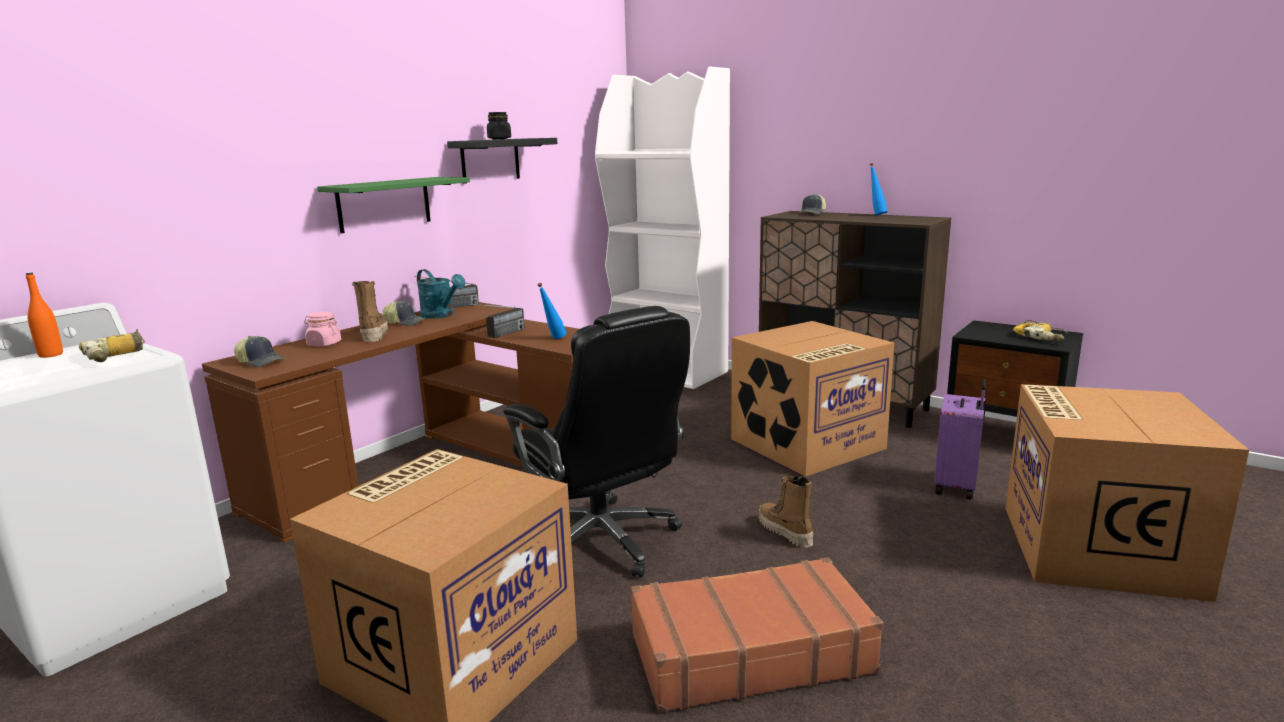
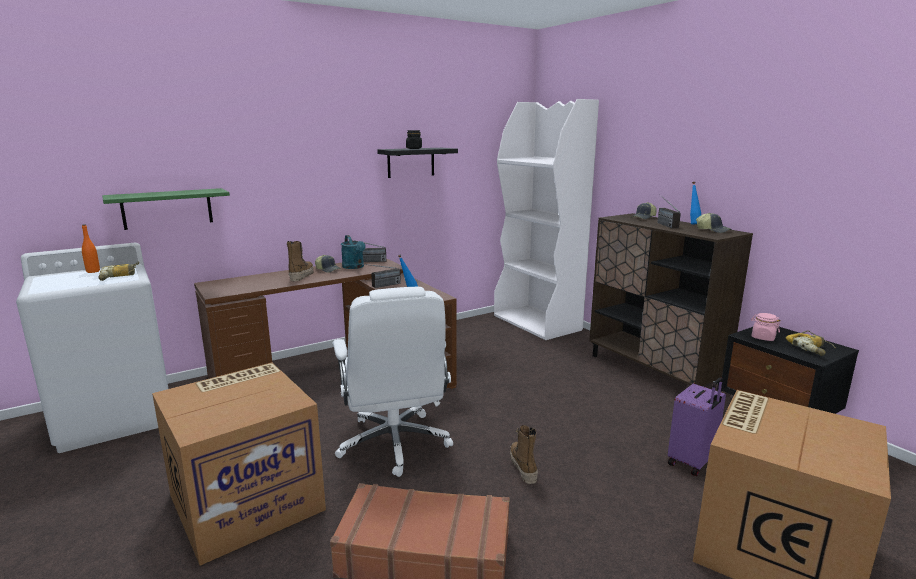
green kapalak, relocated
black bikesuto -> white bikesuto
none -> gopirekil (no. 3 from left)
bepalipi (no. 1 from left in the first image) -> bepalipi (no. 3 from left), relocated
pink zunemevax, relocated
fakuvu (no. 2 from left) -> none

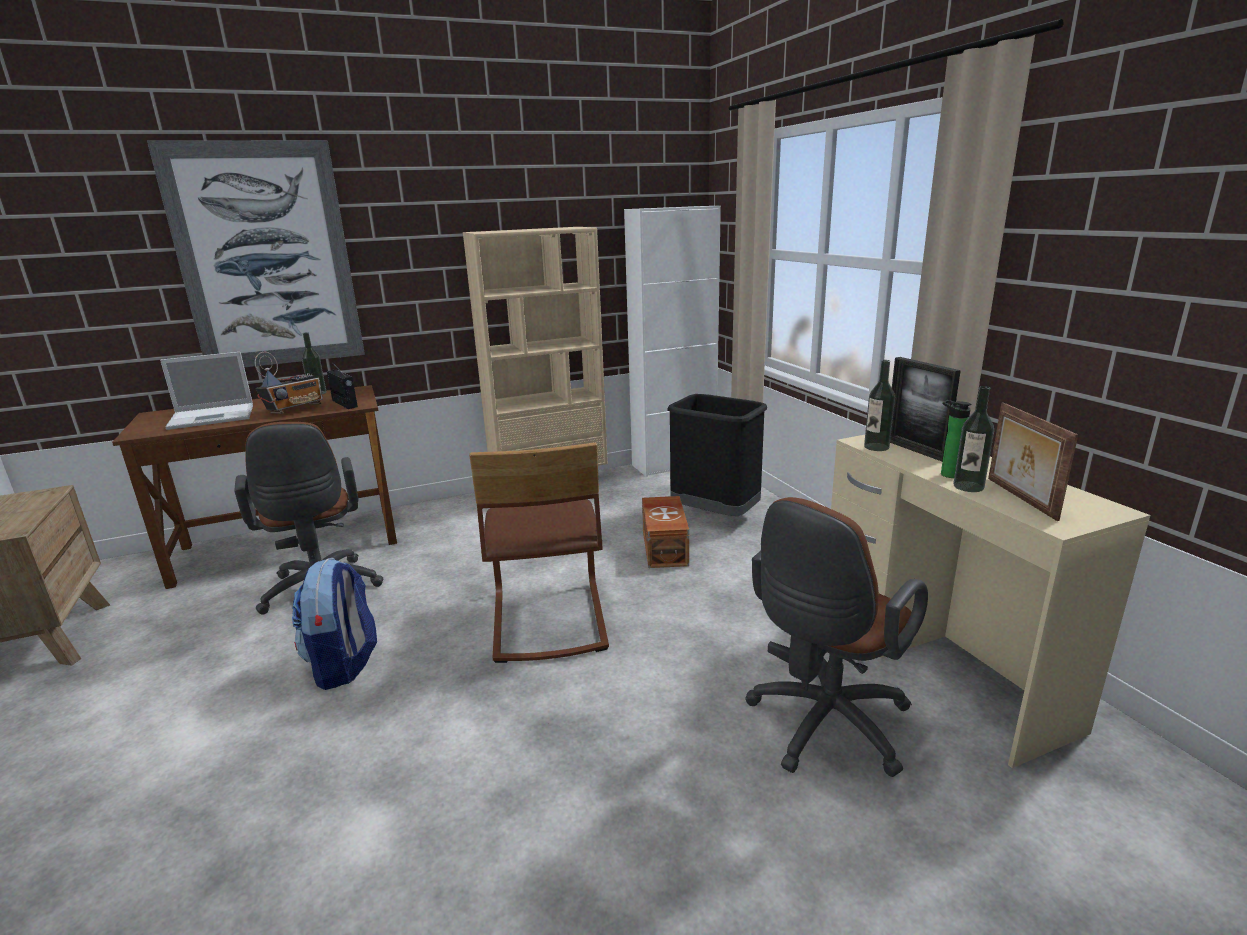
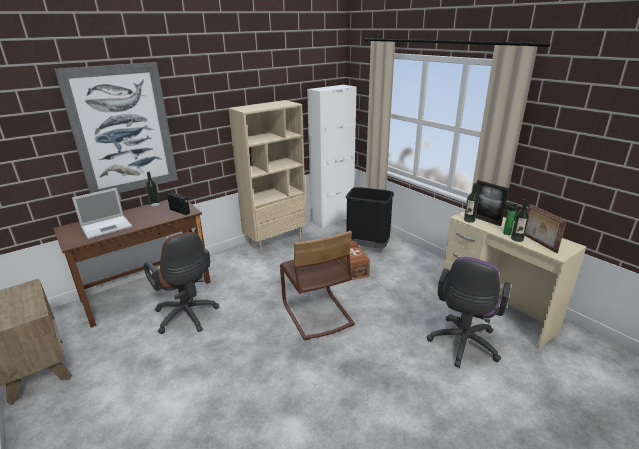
brown bikesuto (no. 2 from left) -> purple bikesuto
gopirekil (no. 1 from left) -> none
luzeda -> none

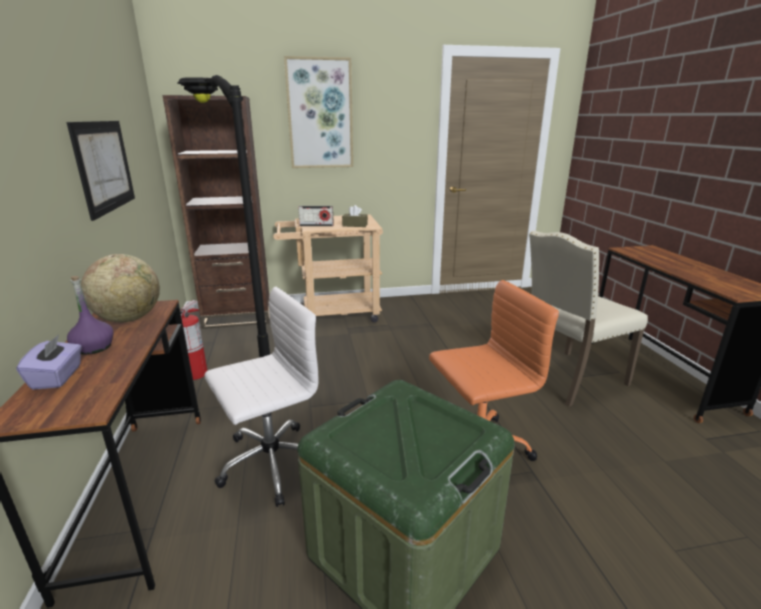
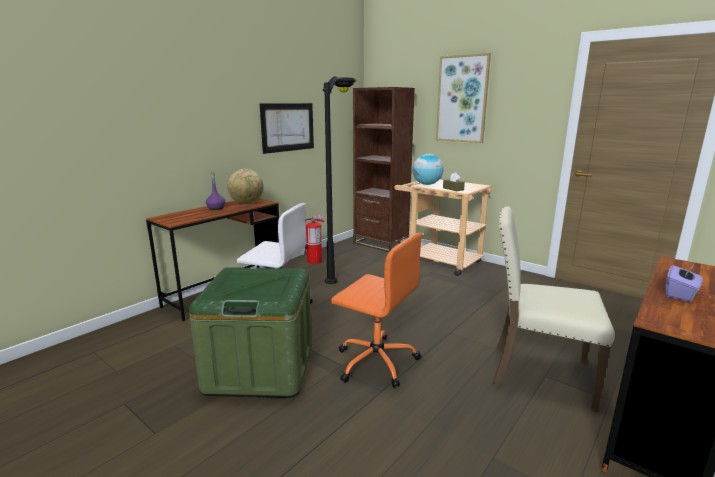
gopirekil -> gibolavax (no. 2 from left)
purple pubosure, relocated

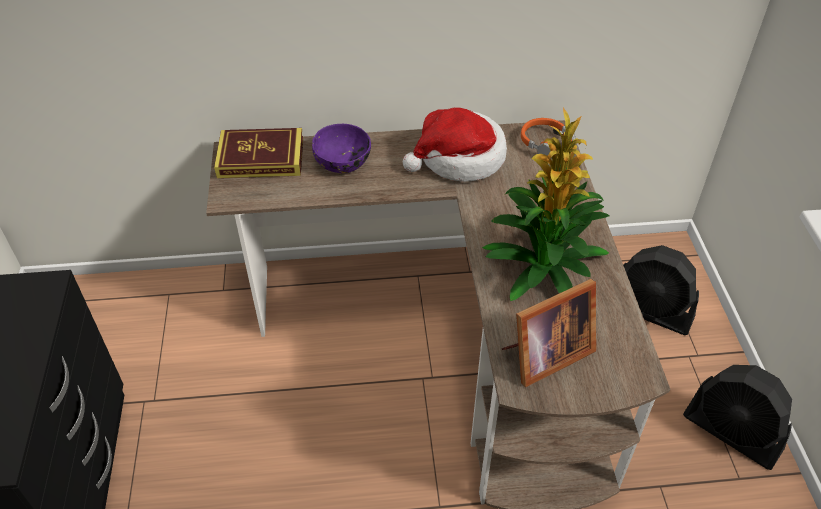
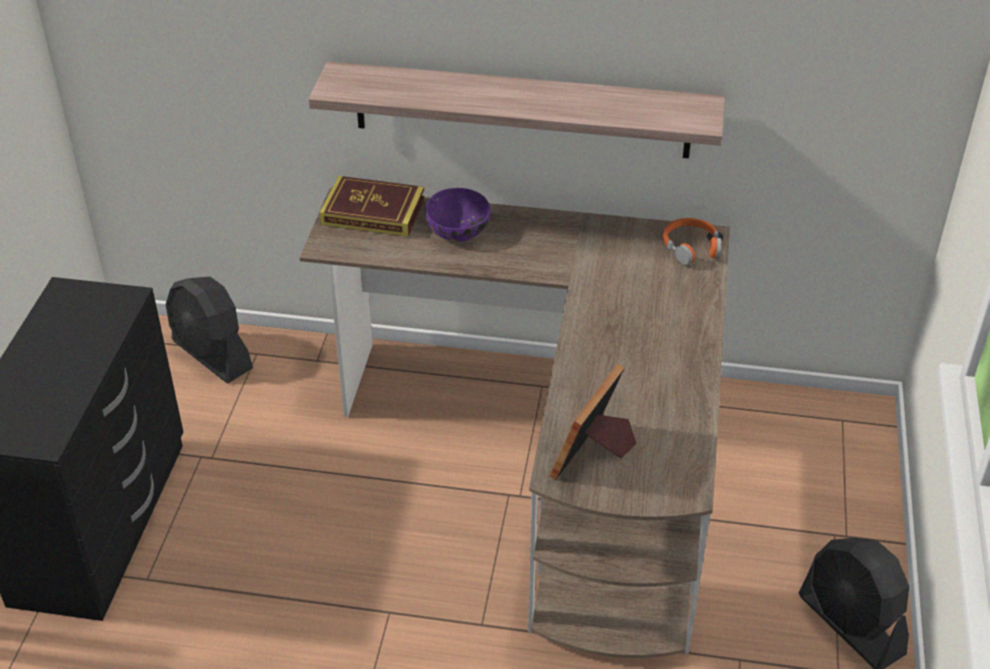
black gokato (no. 1 from left), relocated
none -> kapalak
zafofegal, 135 degrees clockwise
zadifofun -> none
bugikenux -> none

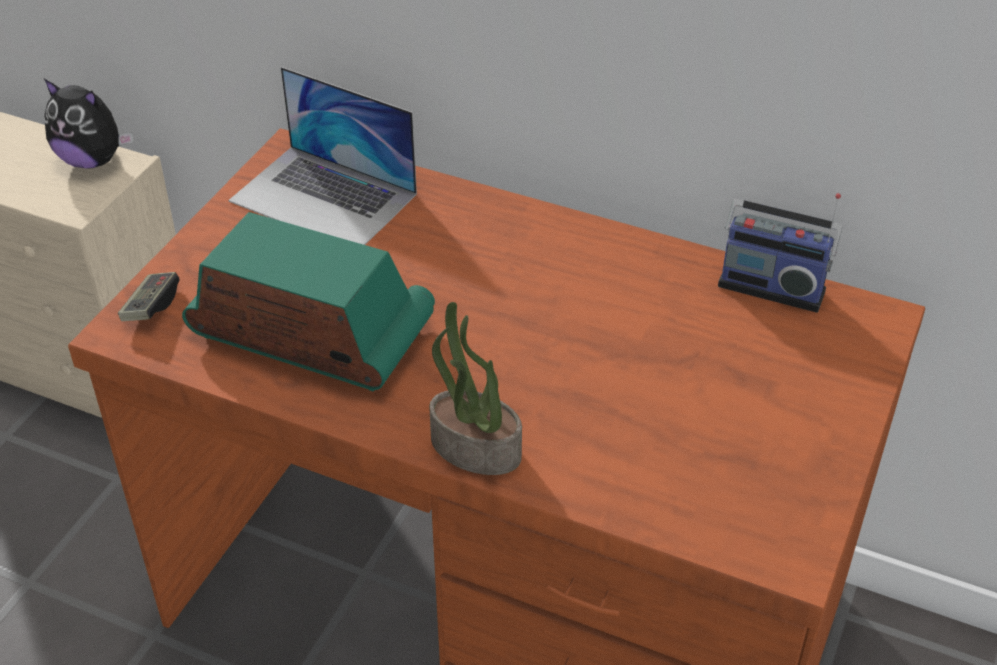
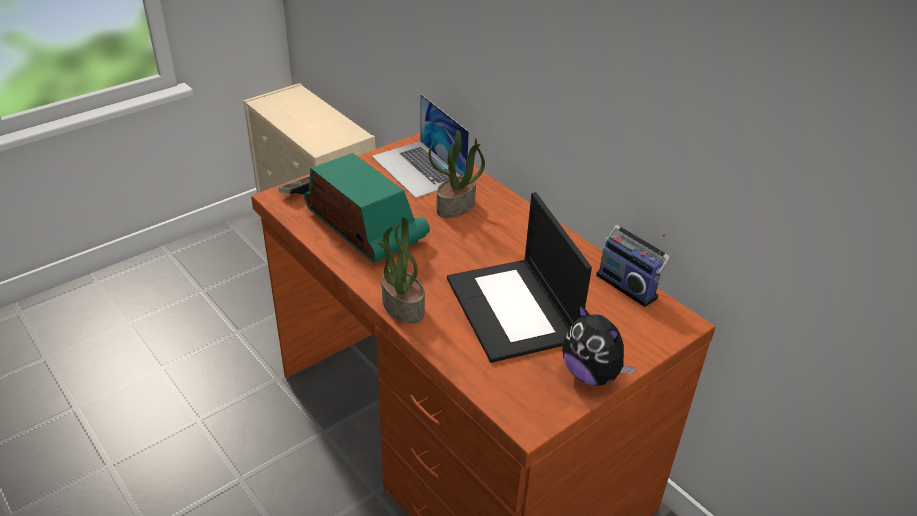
none -> bugikenux (no. 2 from left)
none -> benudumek (no. 2 from left)
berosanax, relocated

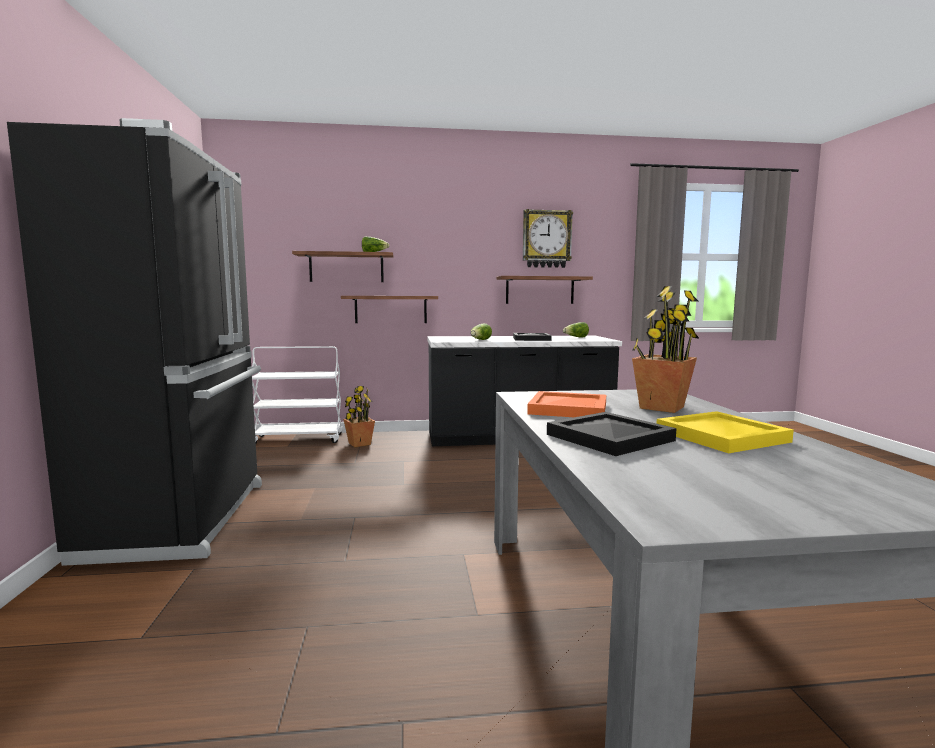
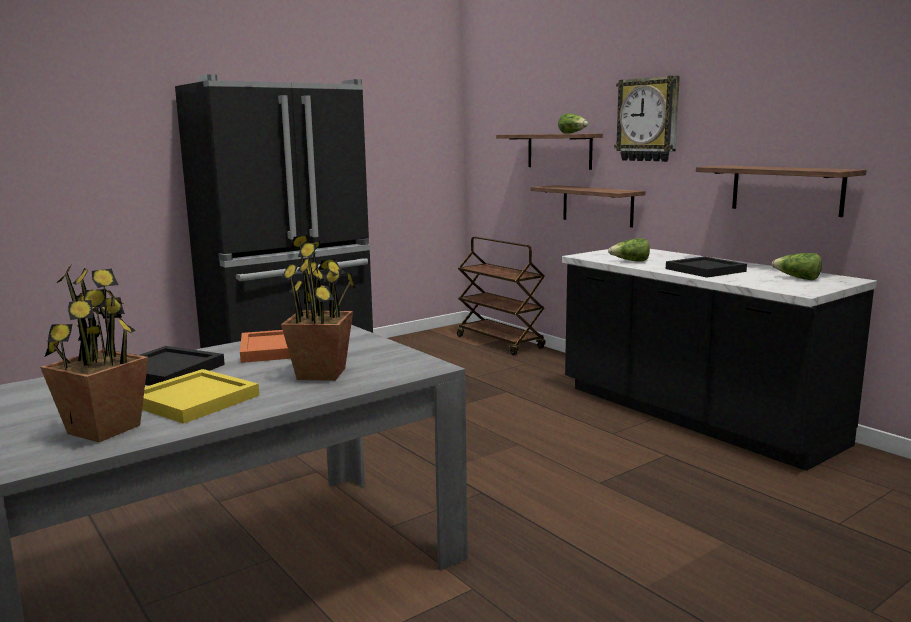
bugikenux (no. 1 from left), relocated
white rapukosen -> brown rapukosen
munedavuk, relocated

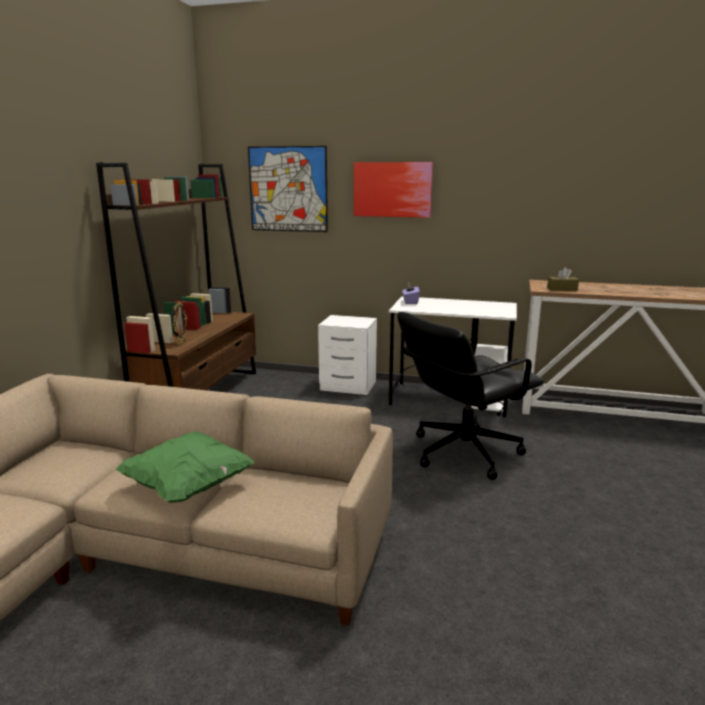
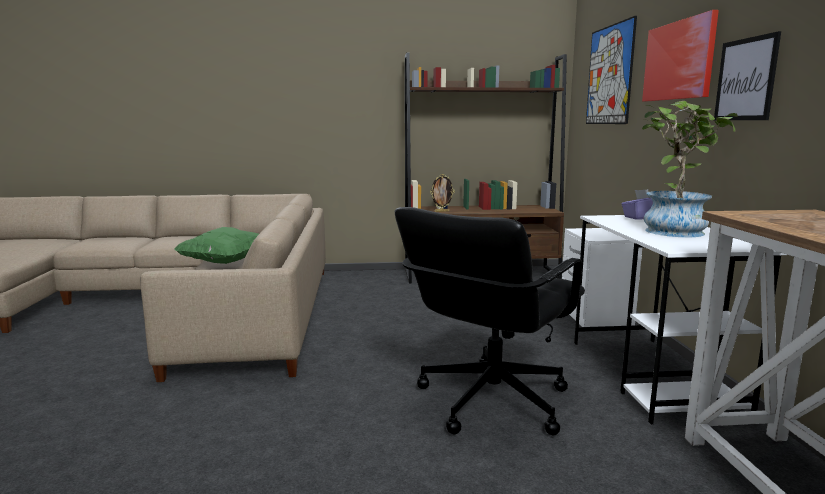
black bikesuto, 90 degrees counterclockwise
none -> bugikenux
none -> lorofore (no. 3 from left)
brown pubosure -> none

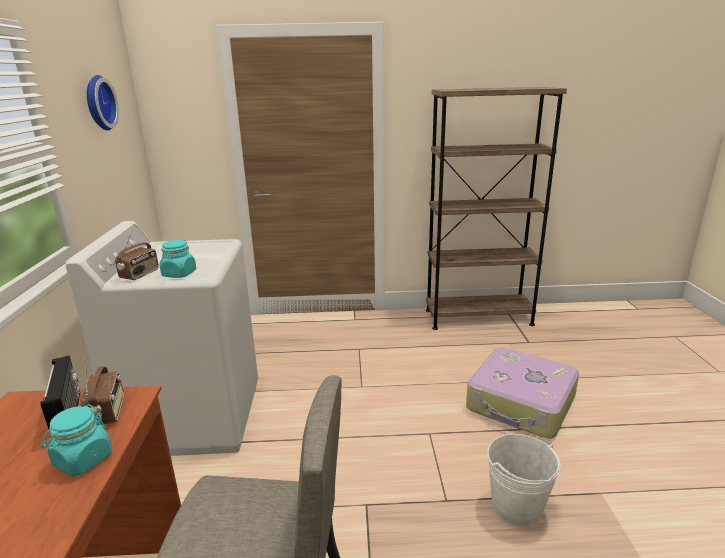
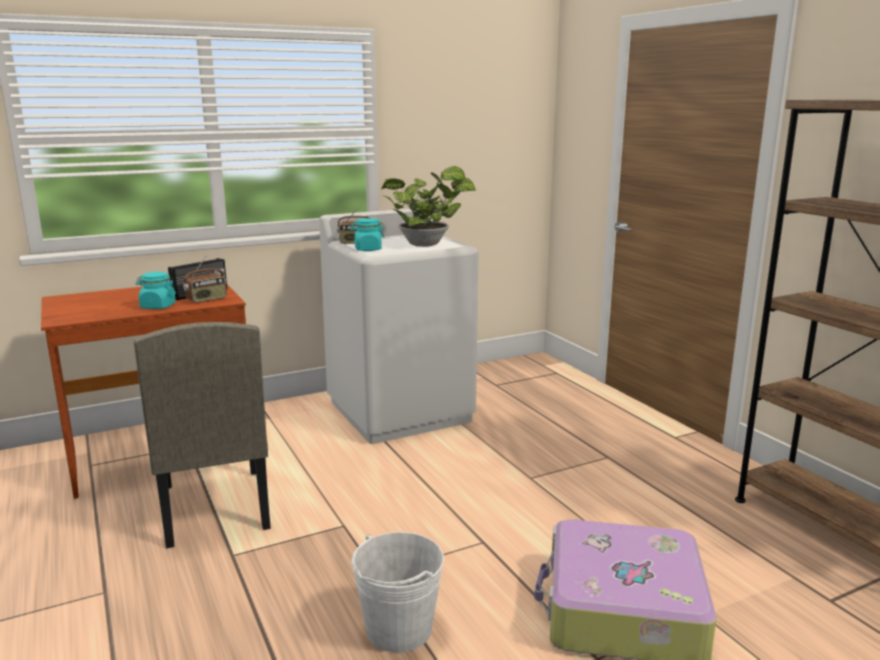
none -> bugikenux
munedavuk -> none

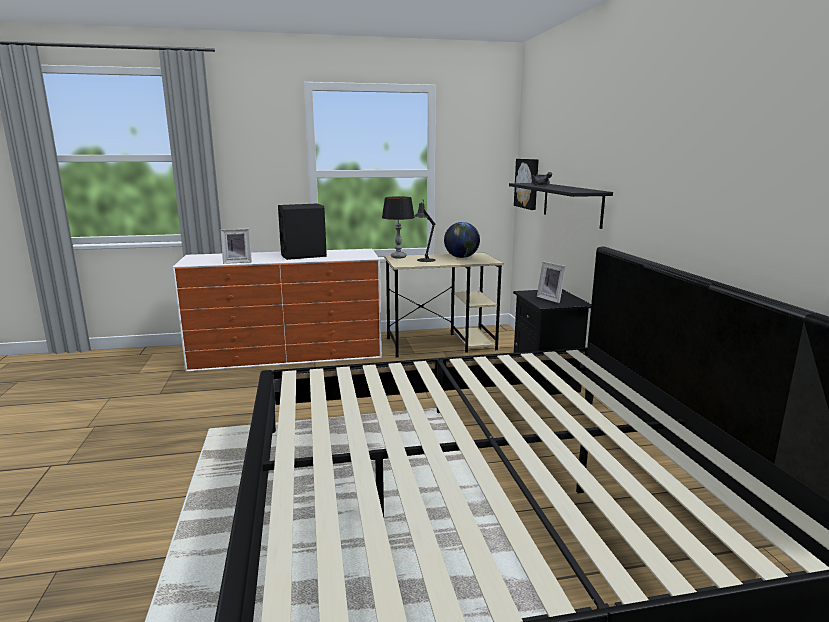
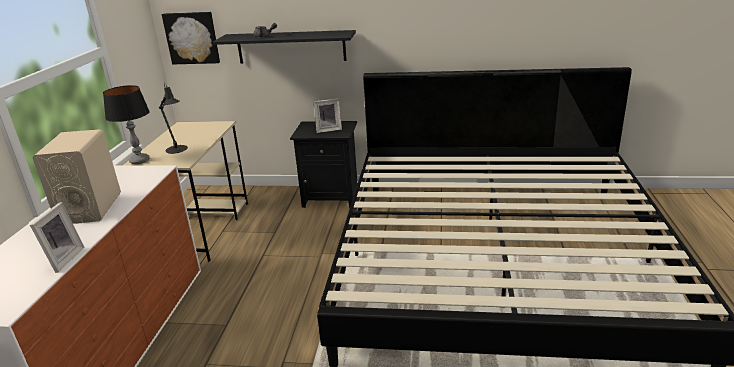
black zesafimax -> beige zesafimax
gibolavax -> none

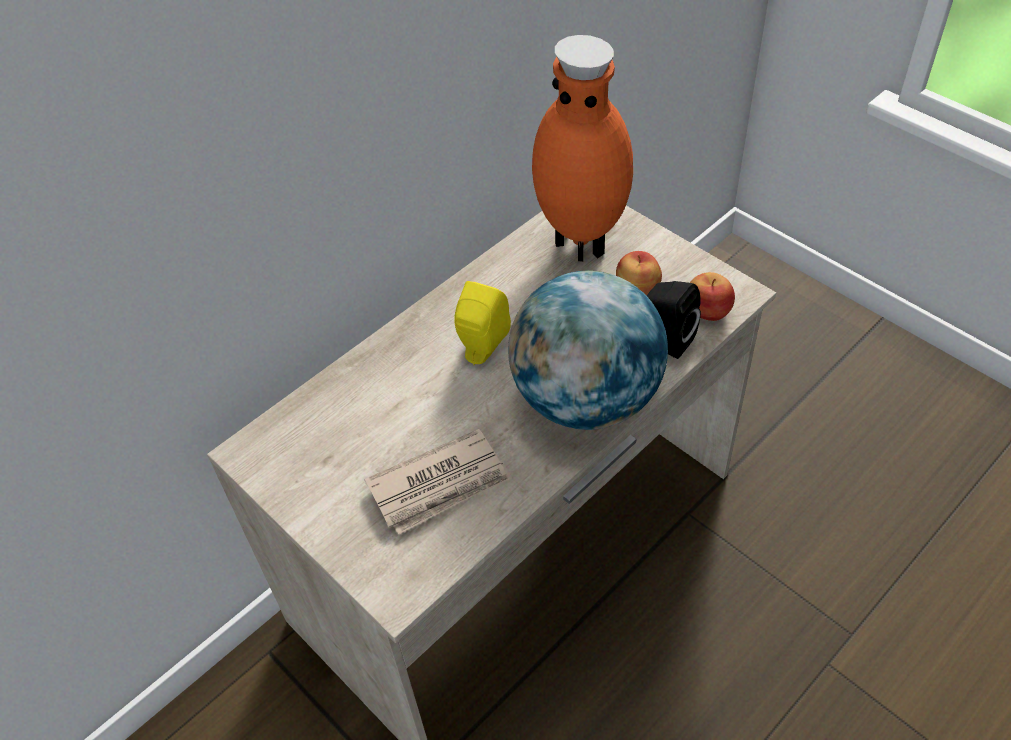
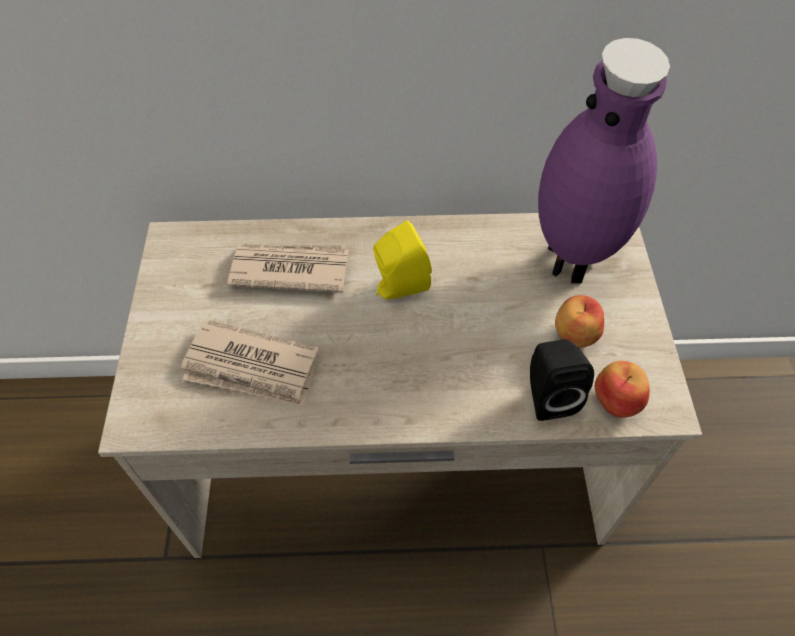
none -> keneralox (no. 2 from left)
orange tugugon -> purple tugugon
gibolavax -> none

